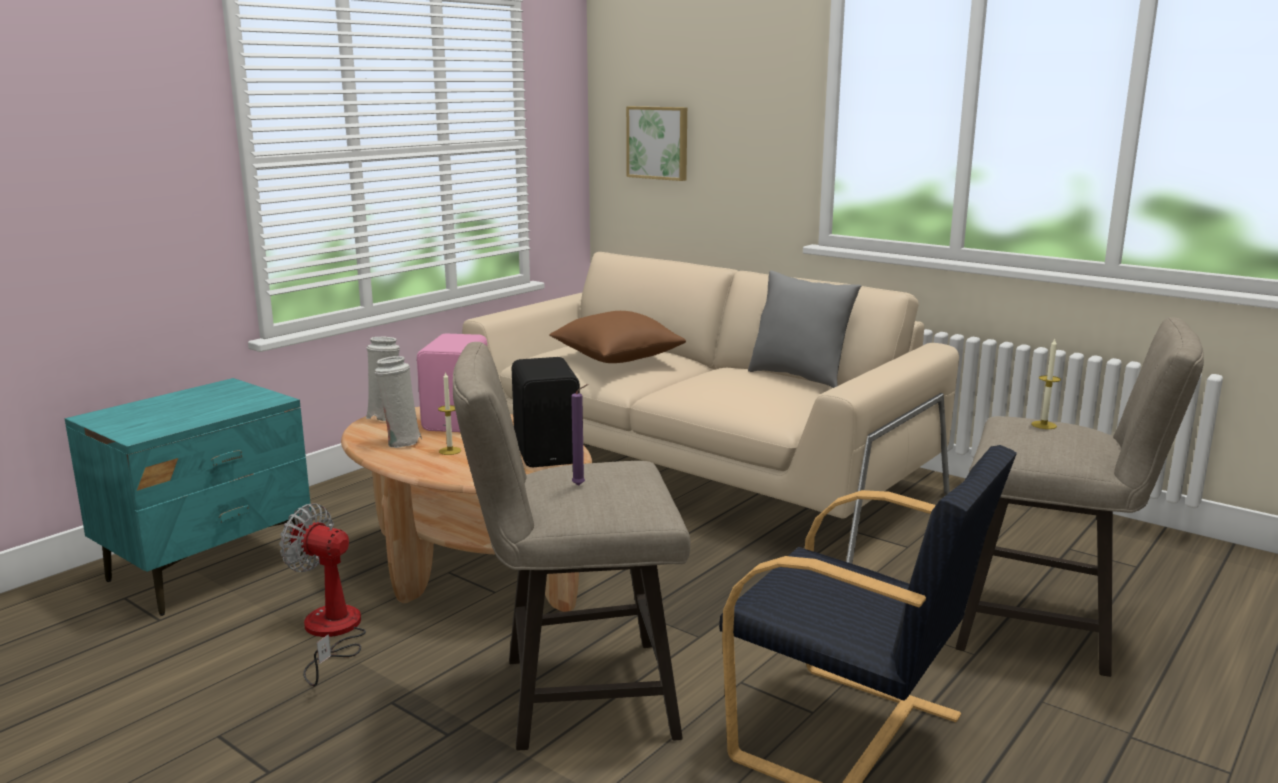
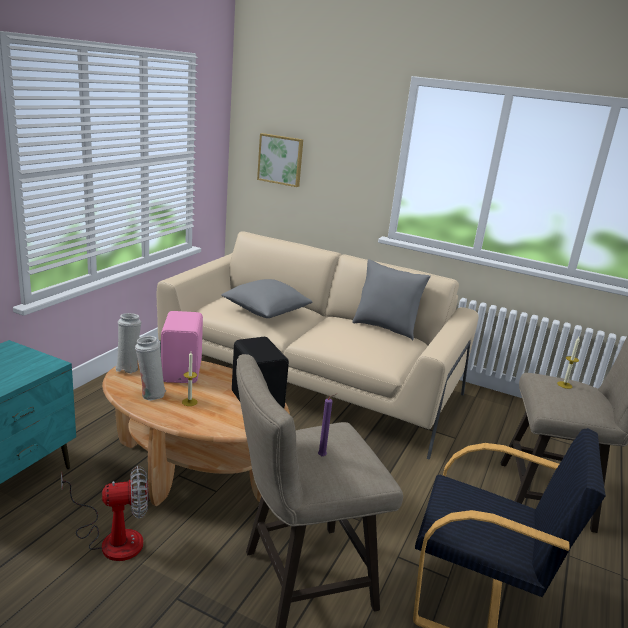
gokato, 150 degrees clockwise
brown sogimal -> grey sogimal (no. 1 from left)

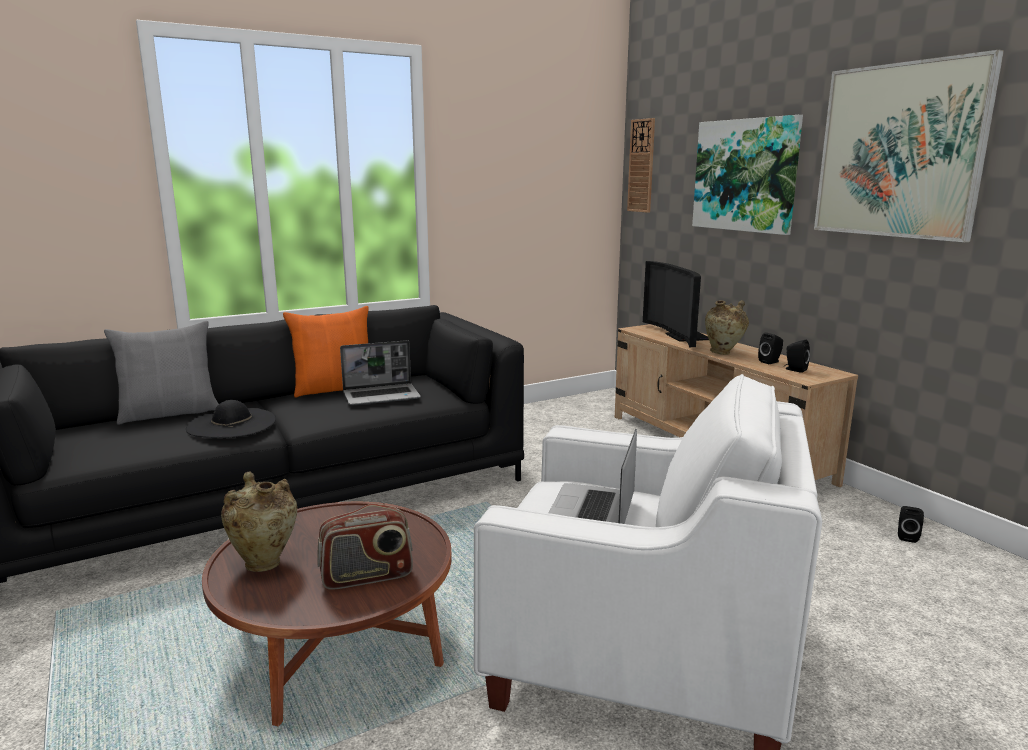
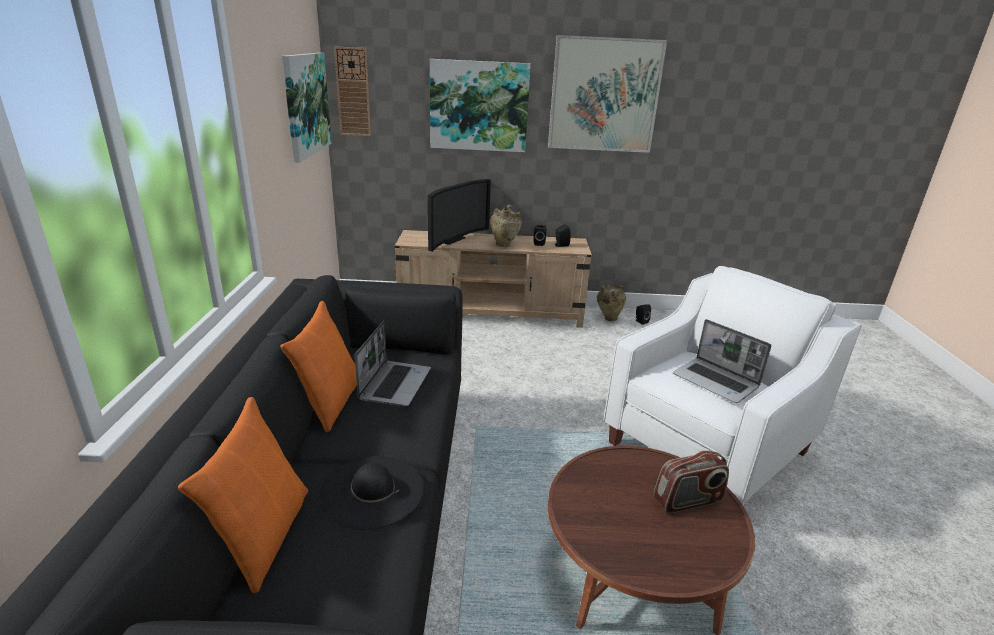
grey sogimal -> orange sogimal (no. 1 from left)
none -> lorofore (no. 1 from left)
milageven, 75 degrees counterclockwise
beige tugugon (no. 1 from left in the first image) -> beige tugugon (no. 2 from left), relocated
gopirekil, 60 degrees clockwise

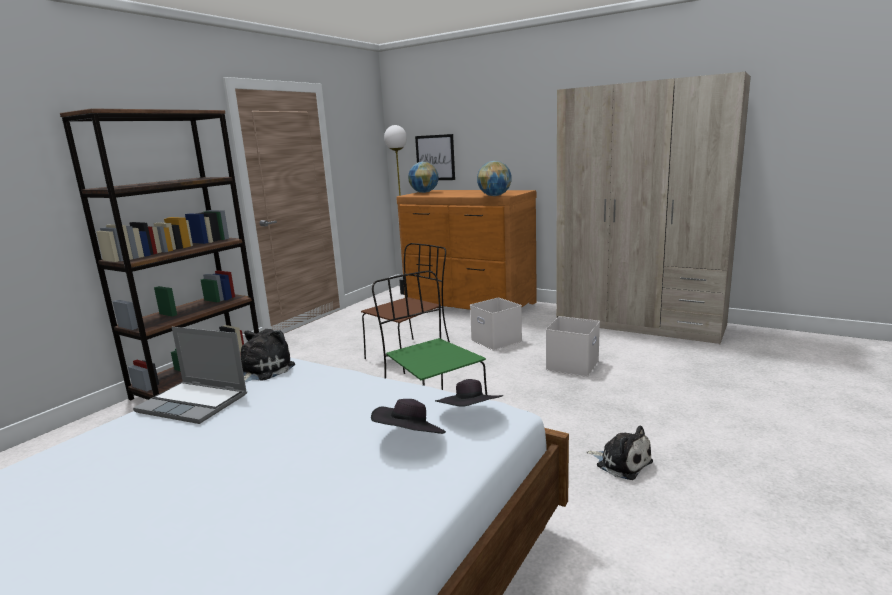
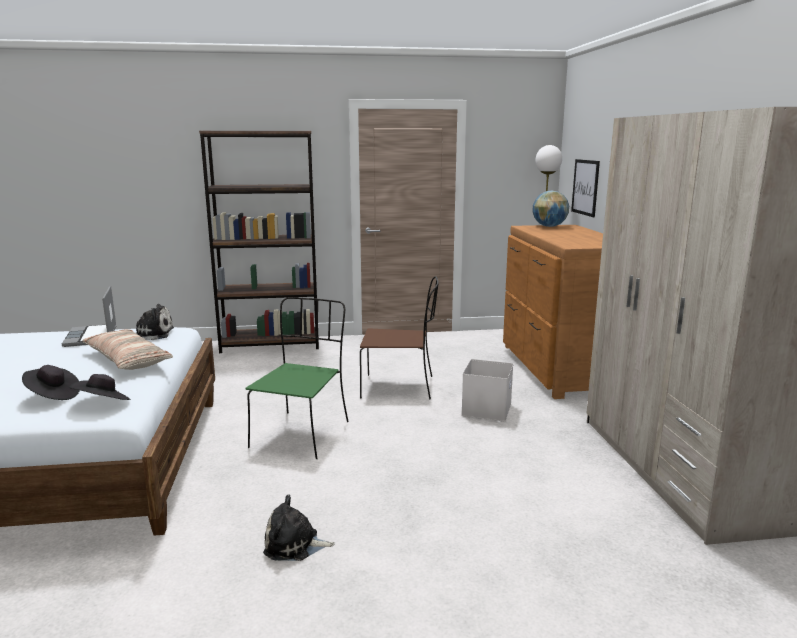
none -> sogimal
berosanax (no. 2 from left), 90 degrees clockwise
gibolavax (no. 2 from left) -> none
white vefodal (no. 2 from left) -> none

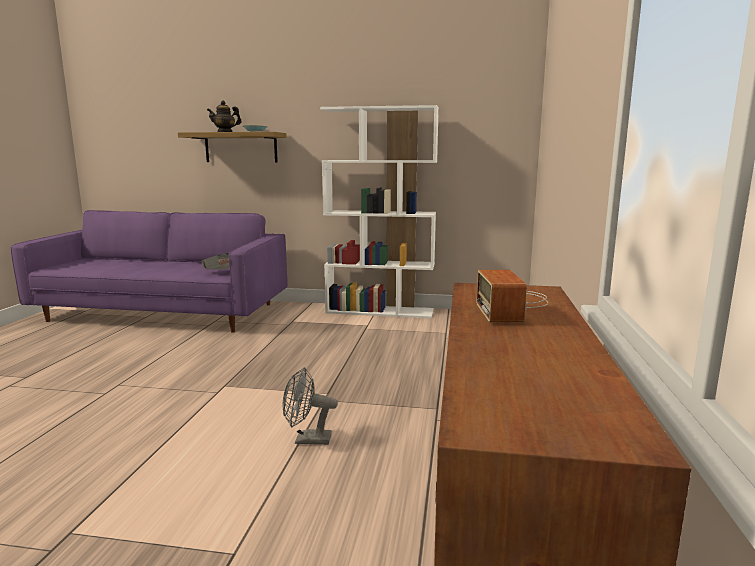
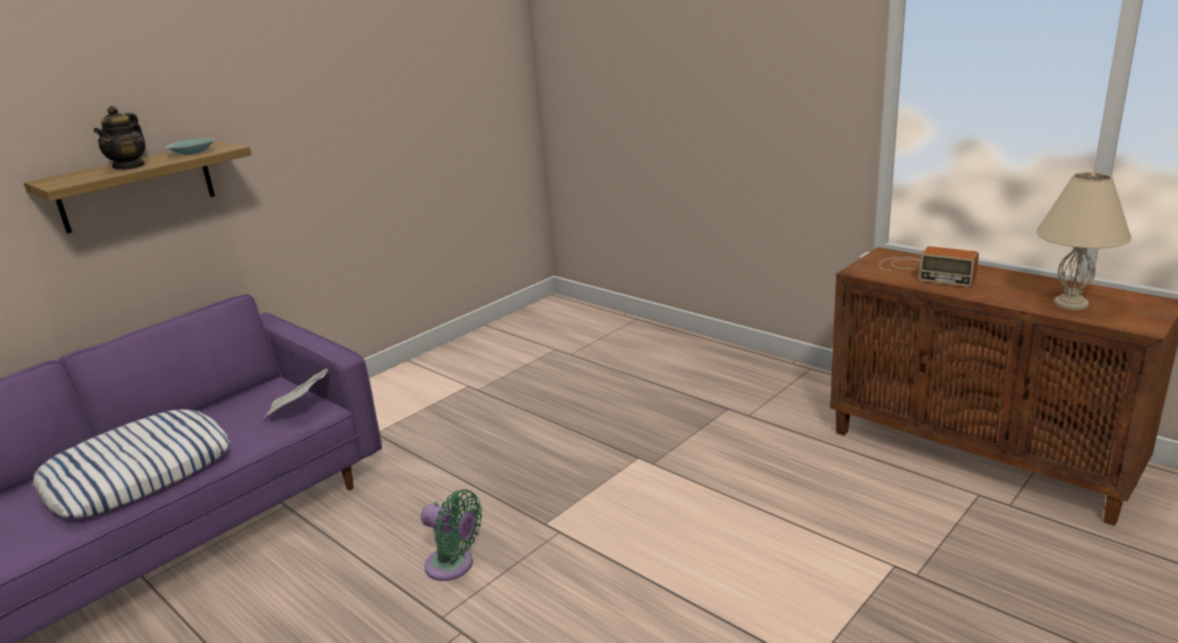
none -> sogimal
none -> green gokato
none -> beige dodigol
grey gokato -> none
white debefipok -> none

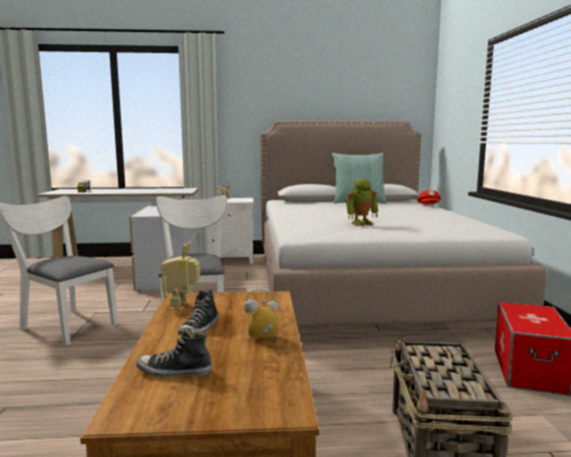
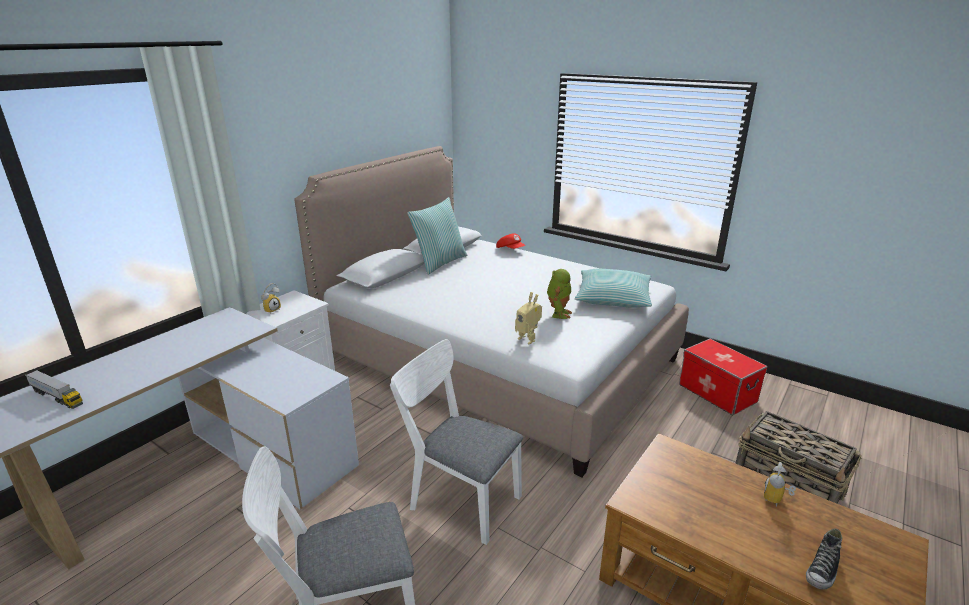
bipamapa (no. 1 from left), relocated
none -> sogimal (no. 2 from left)
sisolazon (no. 2 from left) -> none

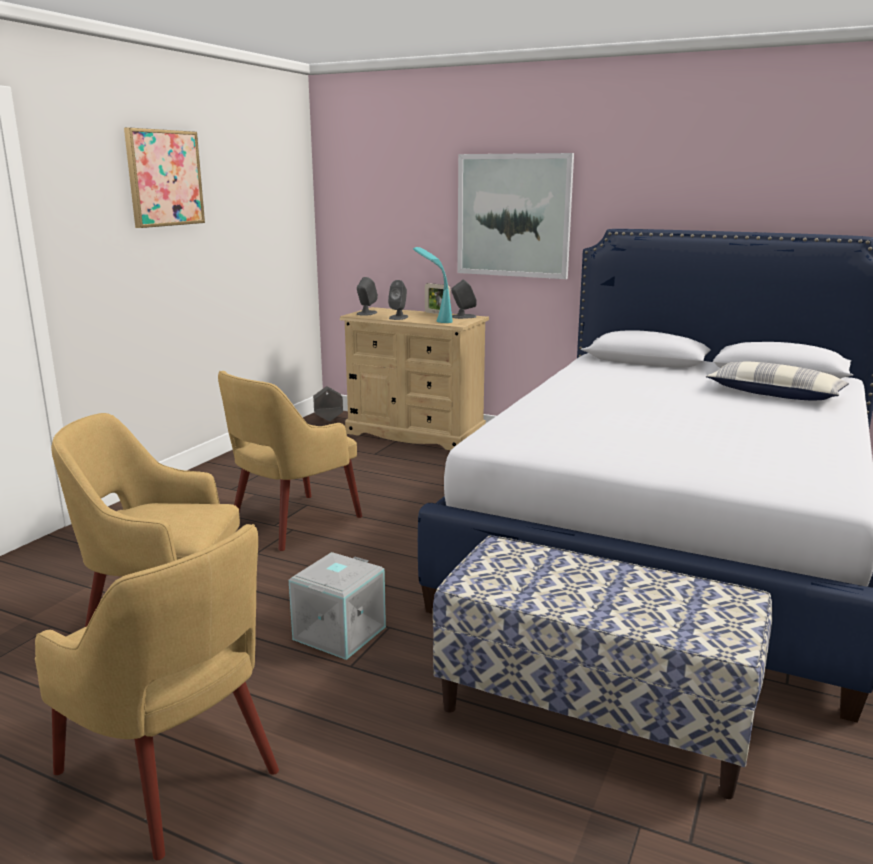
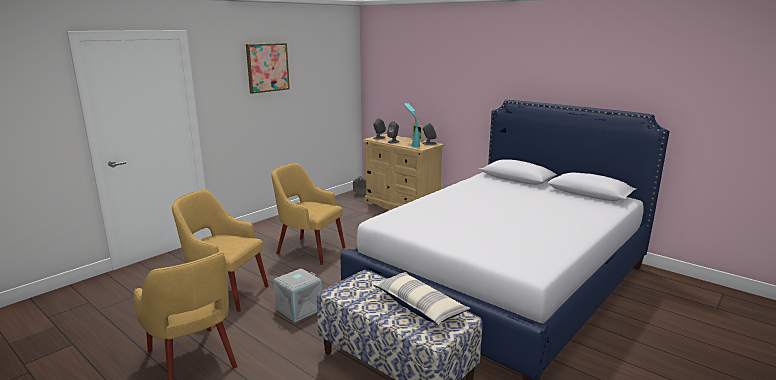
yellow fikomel (no. 3 from left), 60 degrees clockwise
sogimal, relocated
lorofore (no. 2 from left) -> none

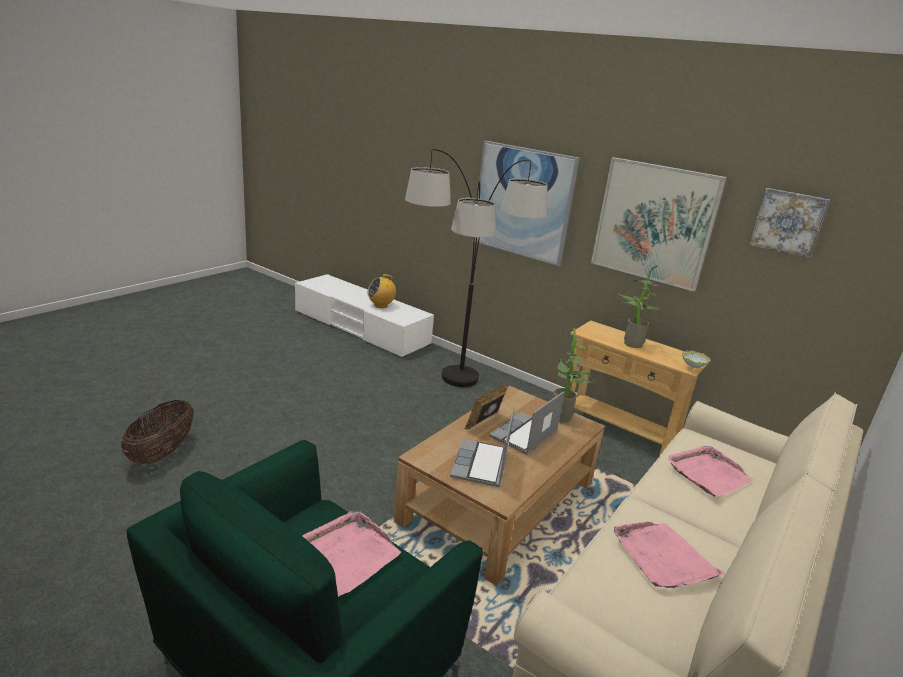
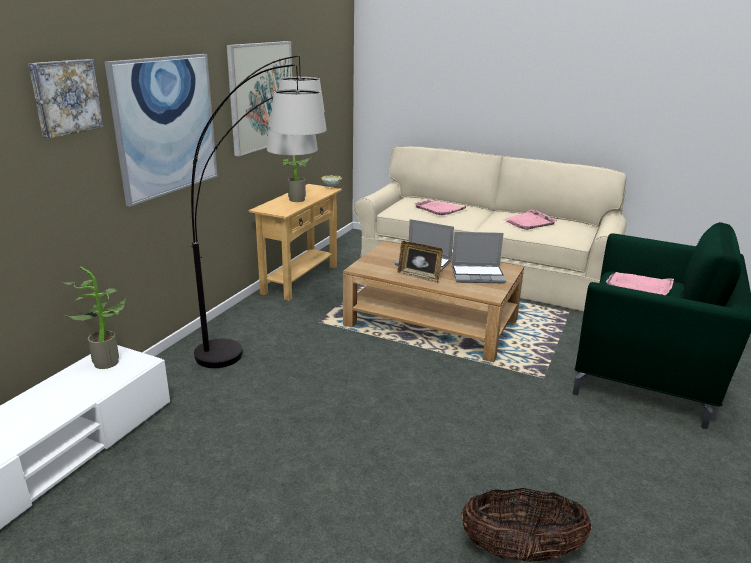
lorofore (no. 3 from left in the first image) -> lorofore (no. 1 from left), relocated
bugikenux (no. 1 from left), relocated
gopirekil -> none

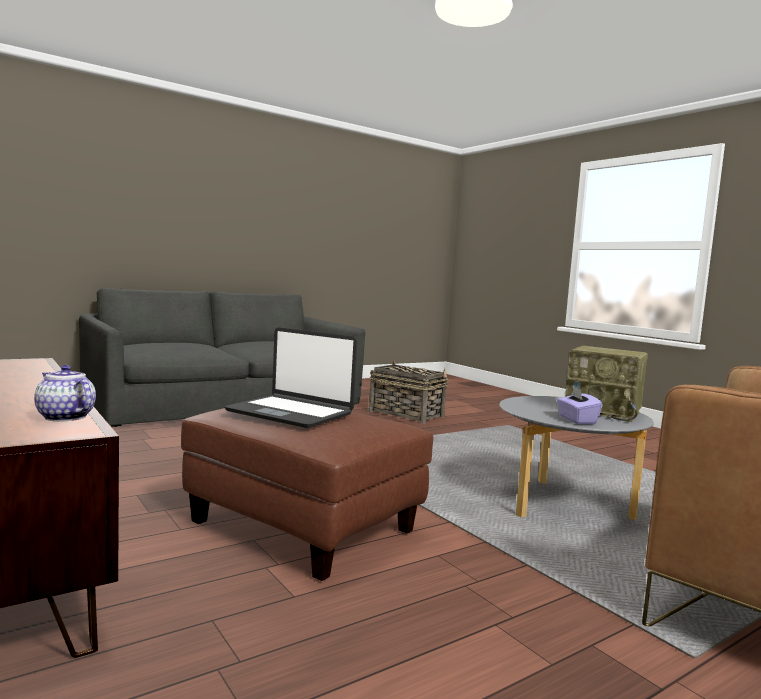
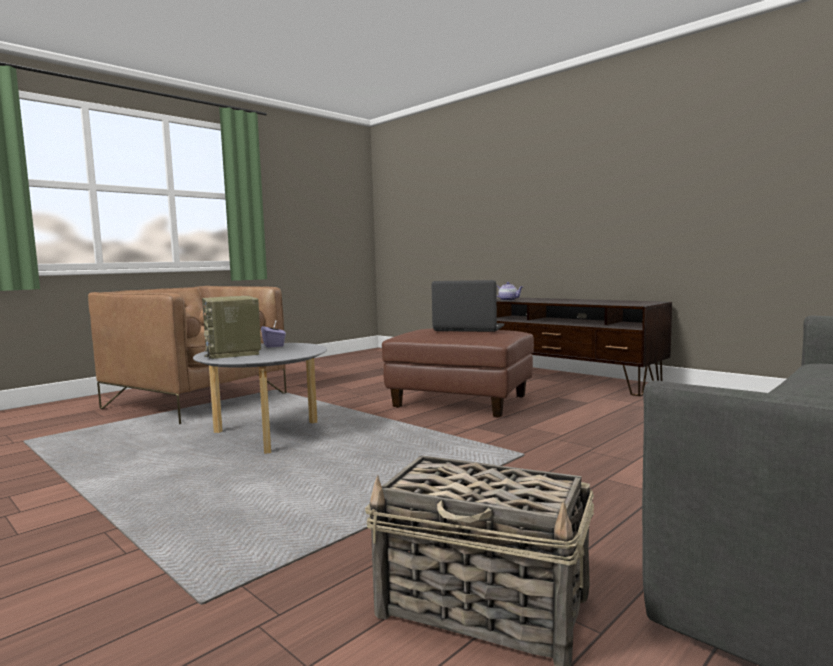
gopirekil, 135 degrees counterclockwise

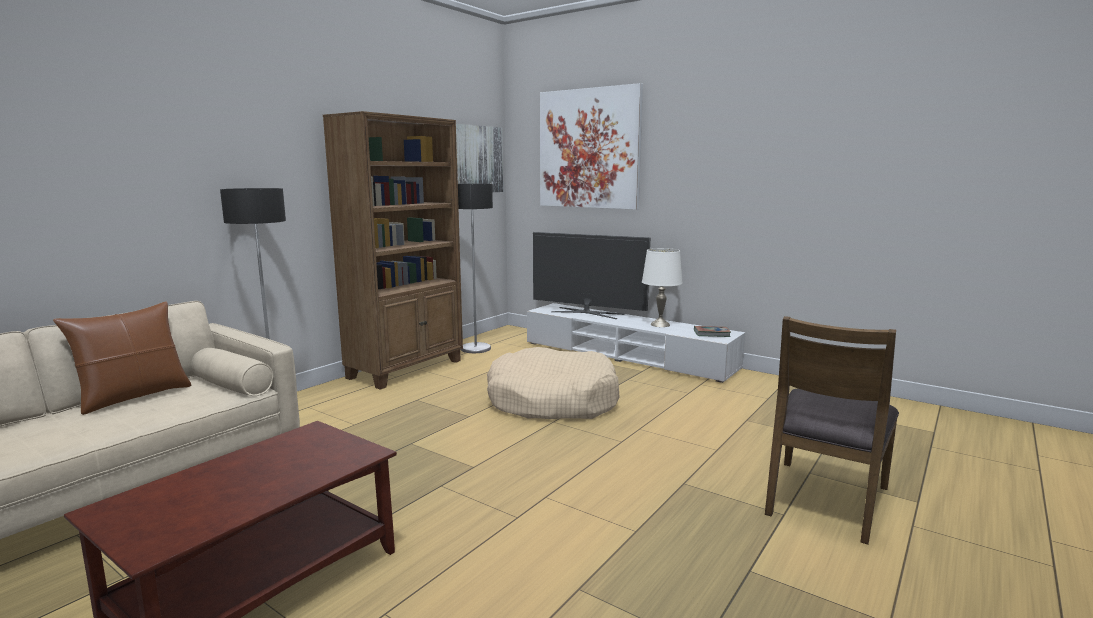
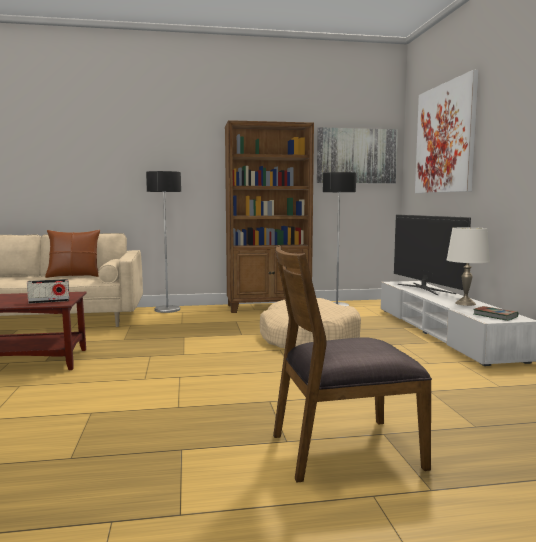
none -> gopirekil

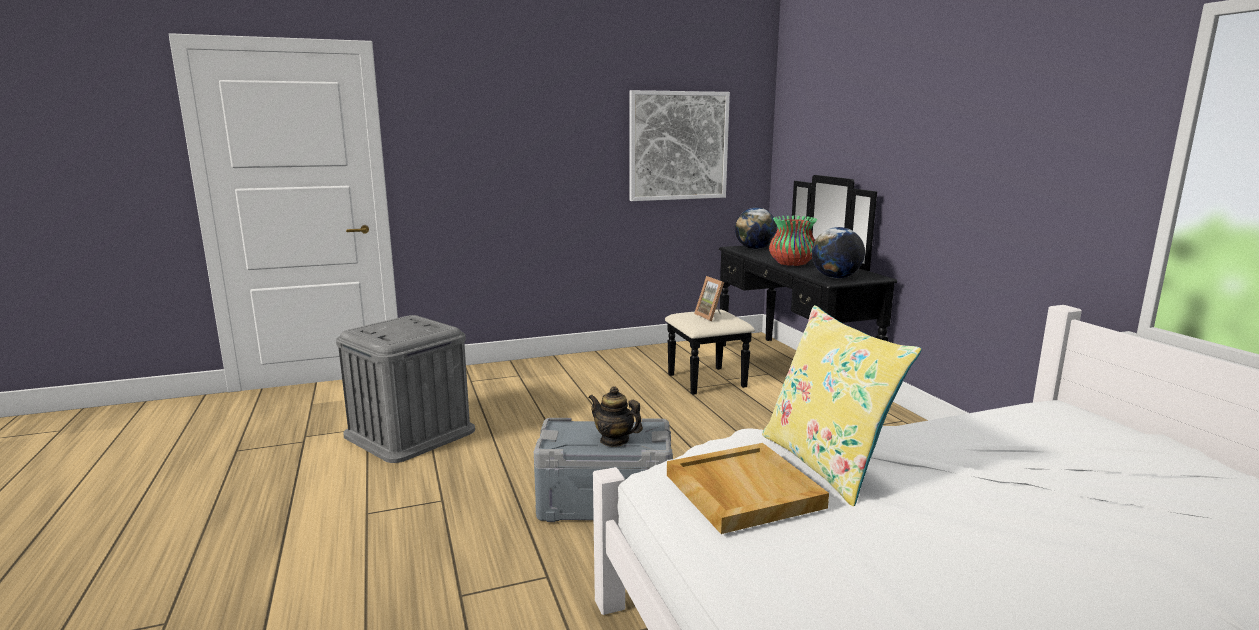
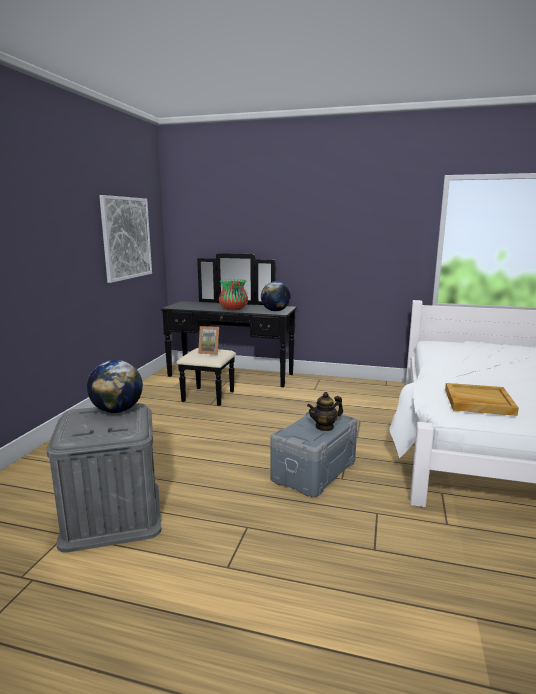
gibolavax (no. 1 from left), relocated
yellow sogimal -> none

